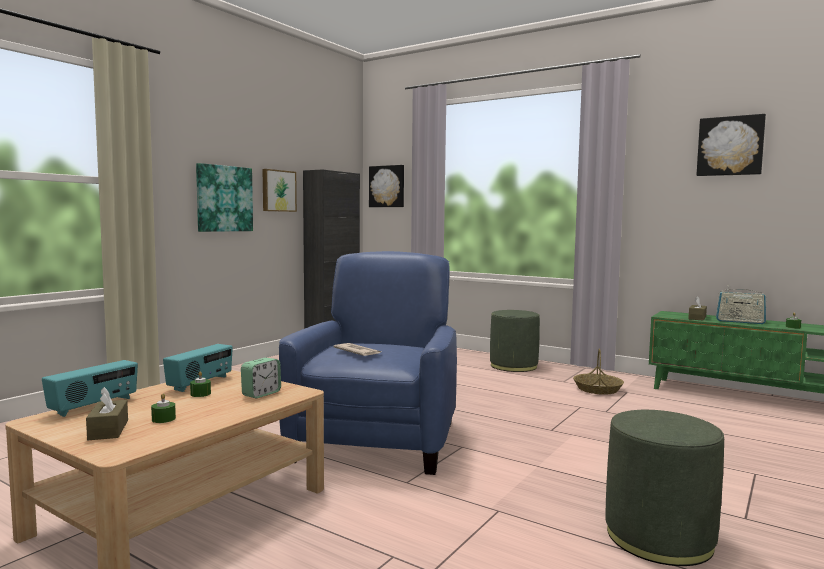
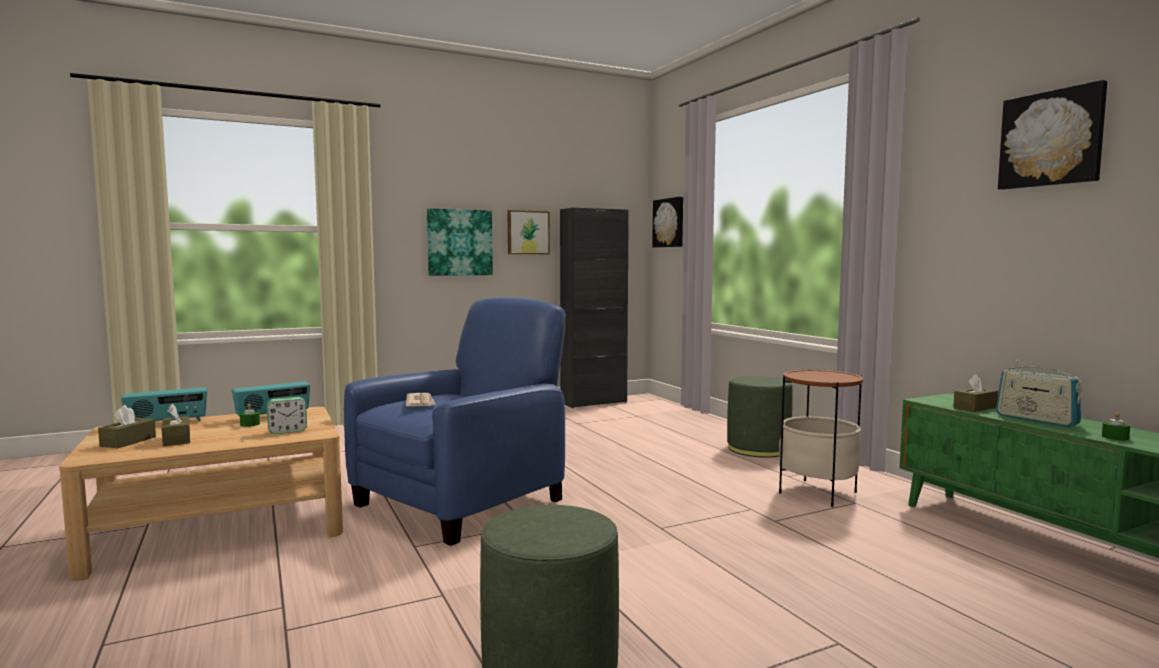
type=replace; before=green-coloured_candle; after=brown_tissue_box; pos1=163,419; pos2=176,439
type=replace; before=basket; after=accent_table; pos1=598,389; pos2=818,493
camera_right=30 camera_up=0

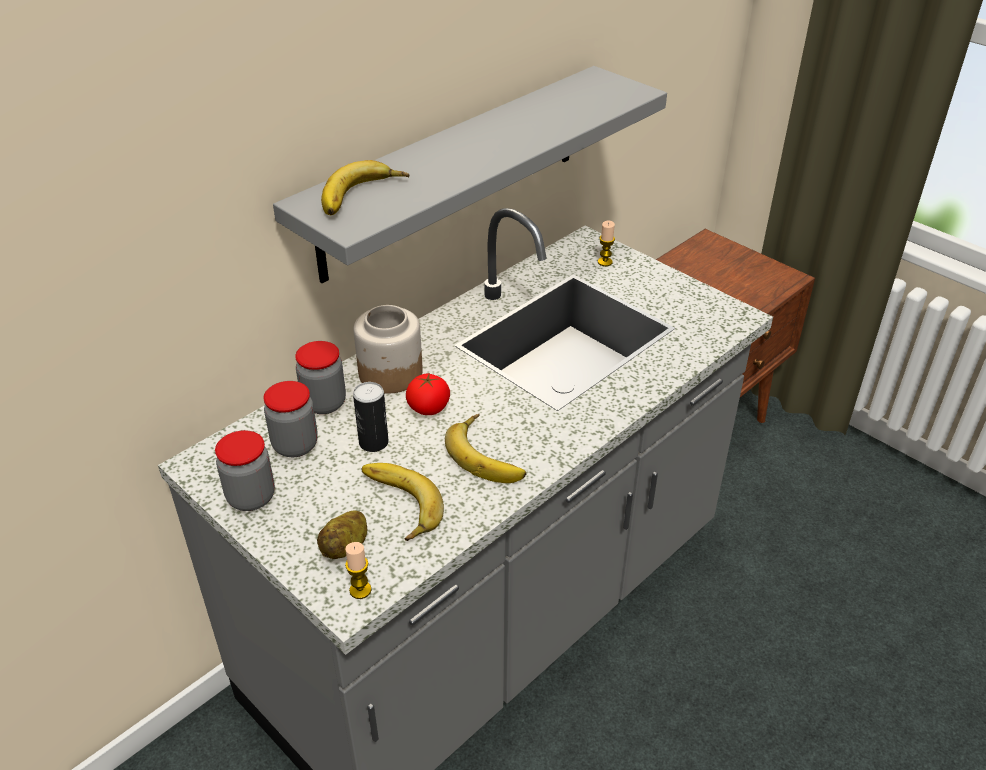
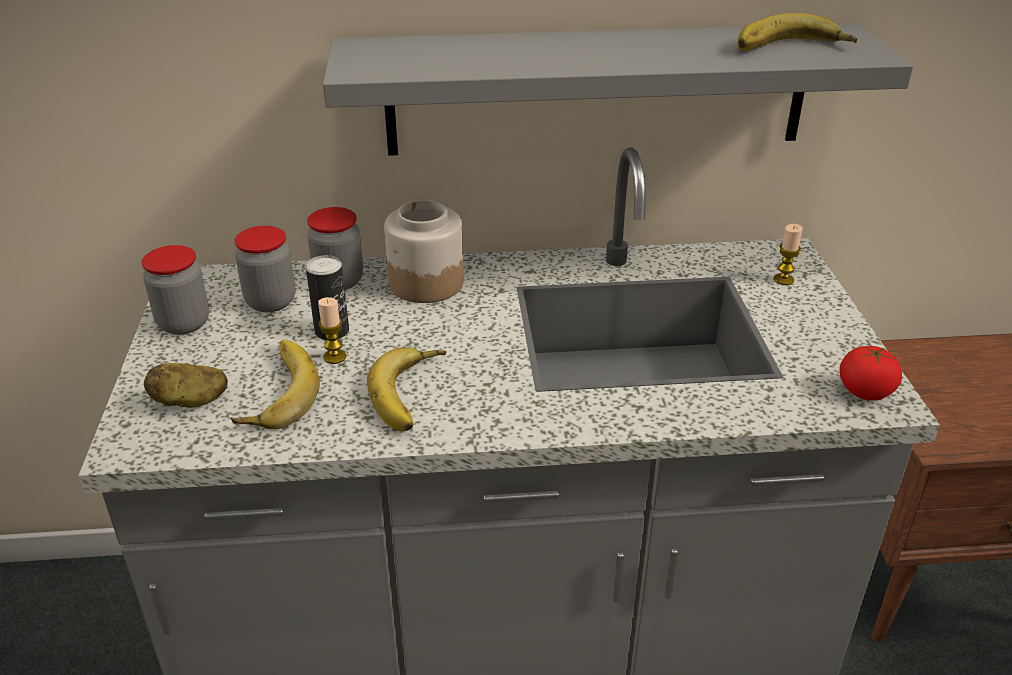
type=move; before=candle; pos1=360,590; pos2=334,357
type=move; before=banana; pos1=363,197; pos2=792,48
type=move; before=whole_tomato; pos1=428,408; pos2=864,391
camera_right=40 camera_up=-5

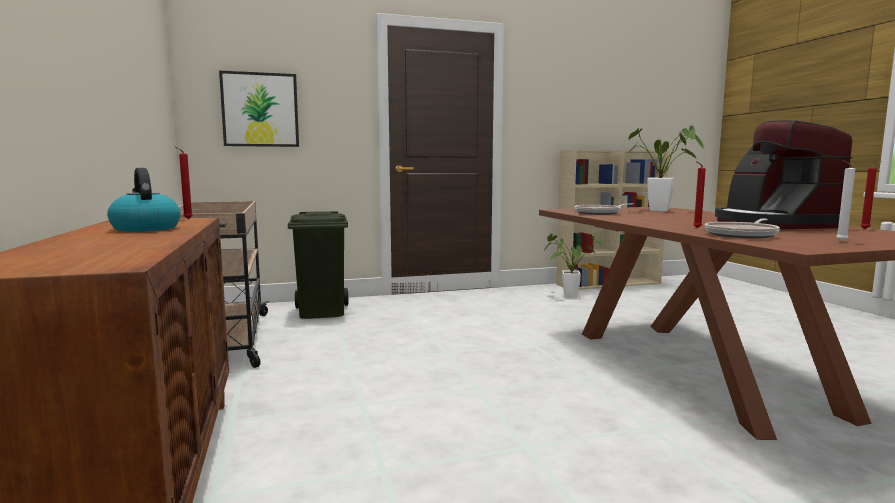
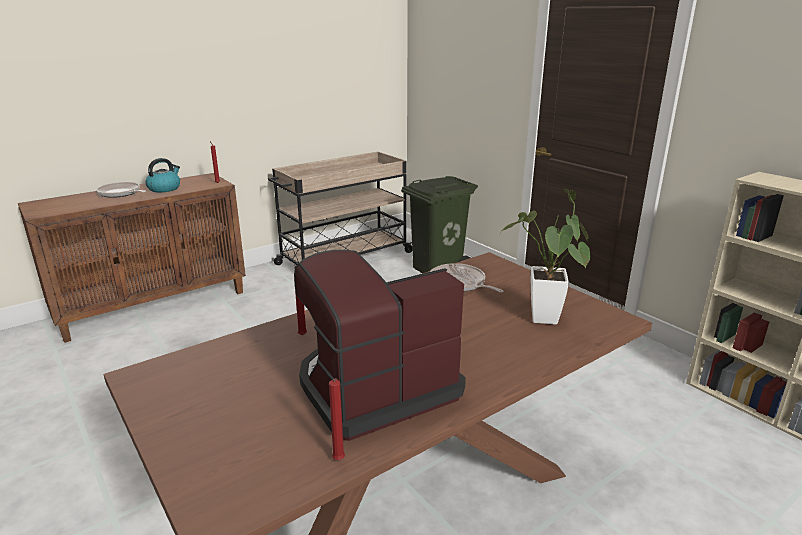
type=move; before=frying_pan; pos1=742,235; pos2=121,193
type=delete; before=wall_picture; pos1=260,110
type=delete; before=plant_in_a_pot; pos1=566,295
type=delete; before=white-coloured_candle; pos1=839,241
camera_right=70 camera_up=15

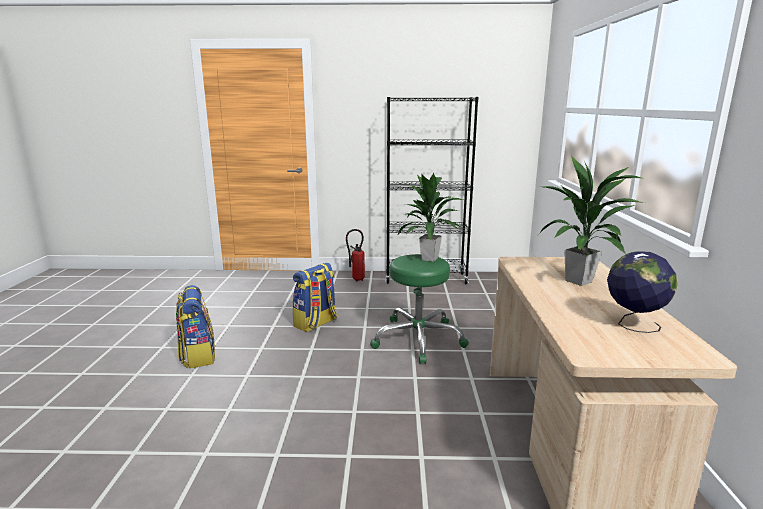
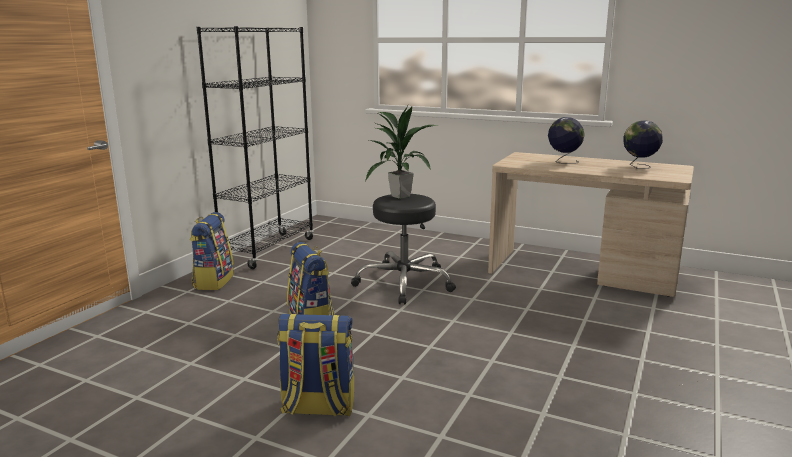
type=replace; before=fire_extinguisher; after=backpack; pos1=356,279; pos2=213,281
type=recolor; before=green-coloured_sitting_stool; after=black_sitting_stool; pos1=418,339; pos2=405,283
type=replace; before=plant_in_a_pot; after=world_globe; pos1=579,282; pos2=563,162
camera_right=-65 camera_up=0

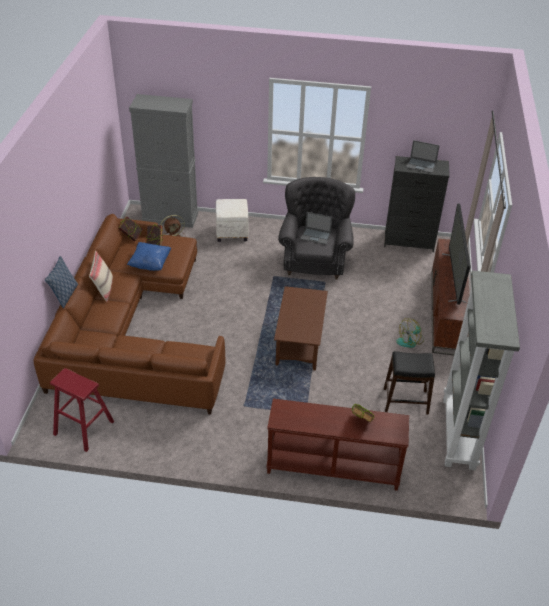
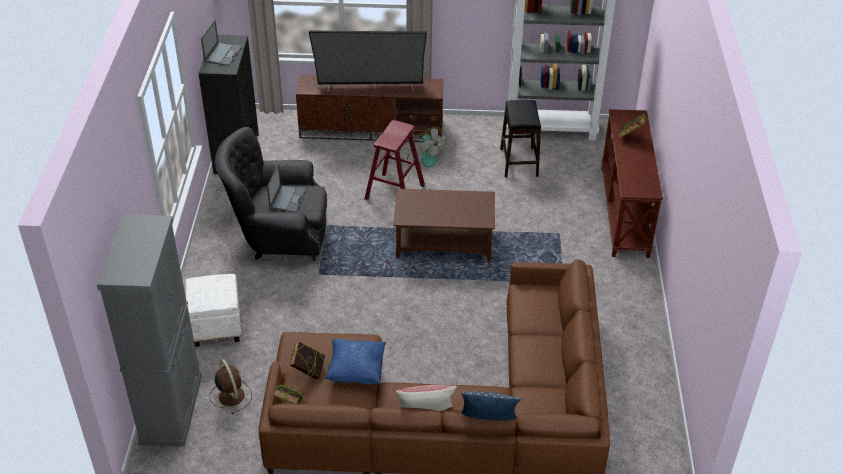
type=move; before=red_sitting_stool; pos1=84,428; pos2=394,192
camera_right=-95 camera_up=0

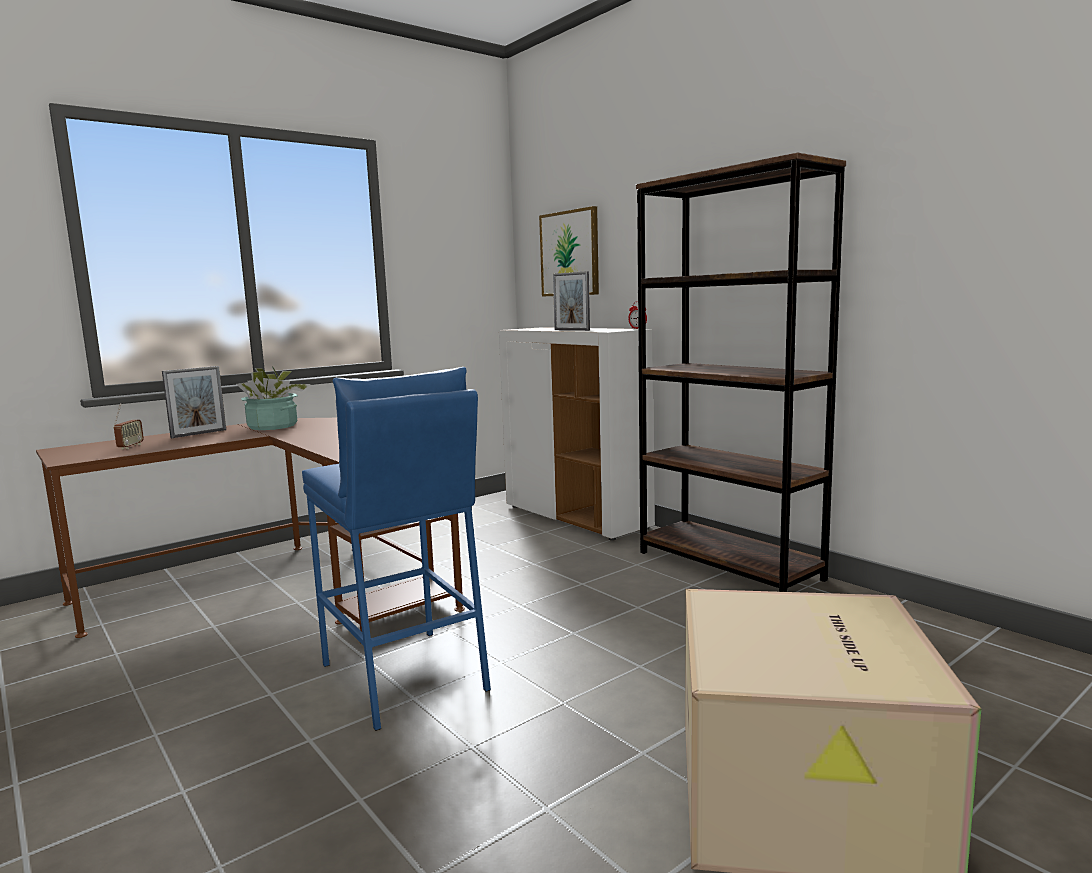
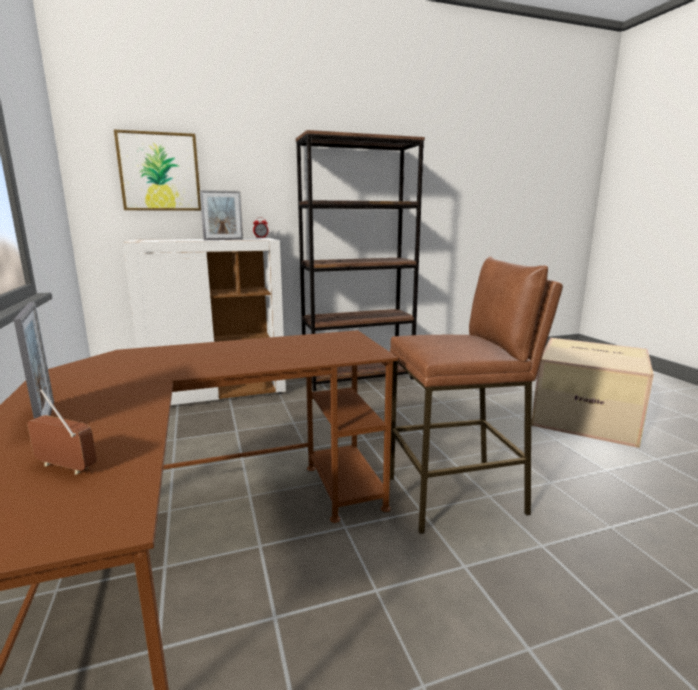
type=recolor; before=bluish_sitting_stool; after=brown_sitting_stool; pos1=404,677; pos2=456,496
type=delete; before=plant_in_a_pot; pos1=272,426
camera_right=-70 camera_up=5

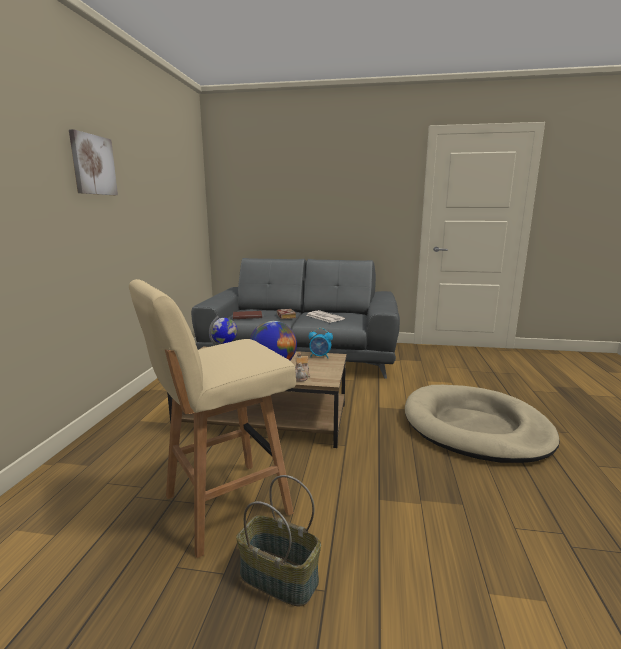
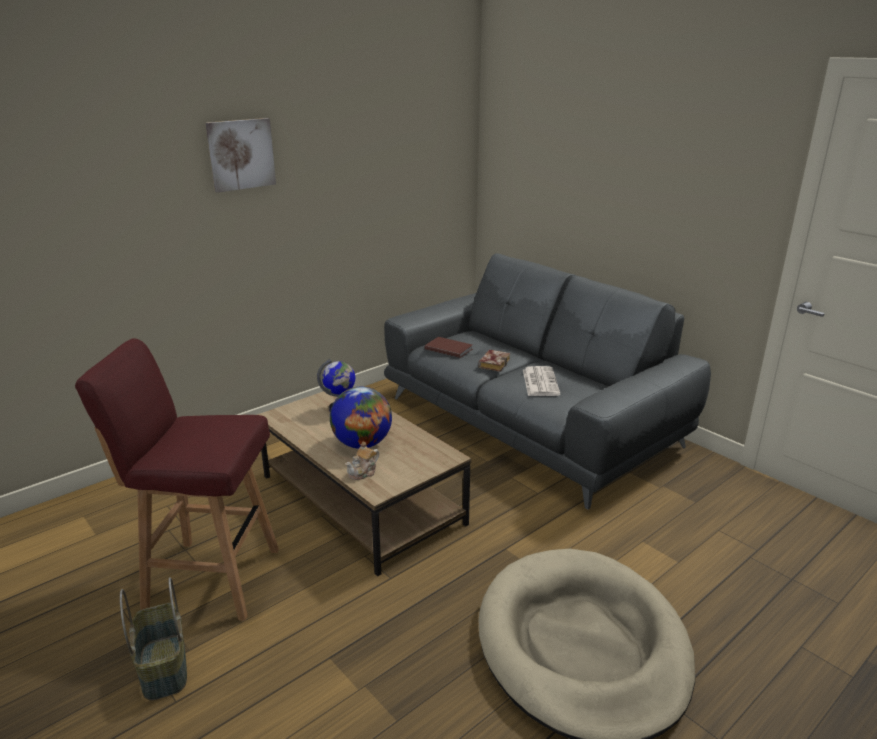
type=recolor; before=beige-coloured_sitting_stool; after=red_sitting_stool; pos1=224,505; pos2=209,578
type=delete; before=table_clock; pos1=320,356
camera_right=40 camera_up=10

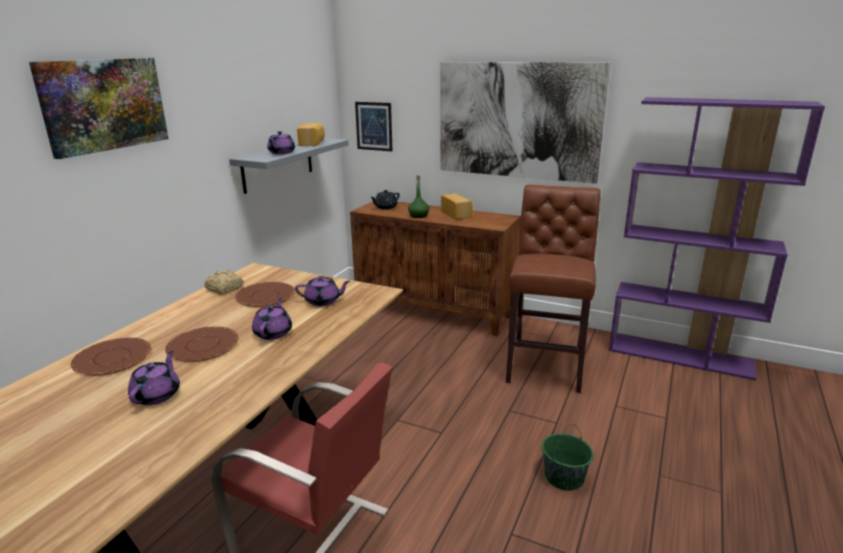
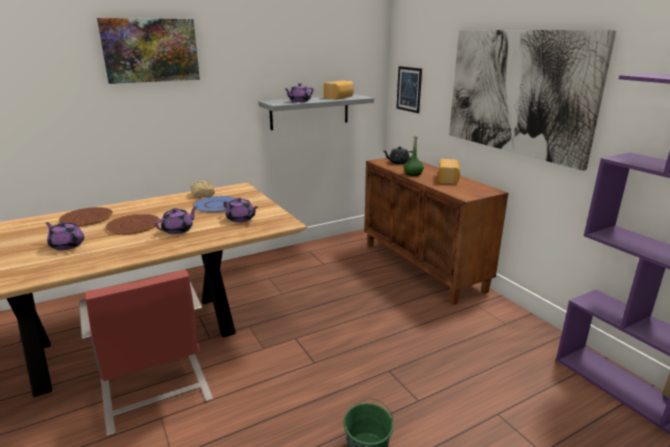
type=rotate; before=purple-coloured_teapot; pos1=157,395; pos2=67,245; turn=-105
type=recolor; before=brown_flat_dish; after=bluish_flat_dish; pos1=265,295; pos2=216,205
type=delete; before=brown_sitting_stool; pos1=546,364
camera_right=35 camera_up=0

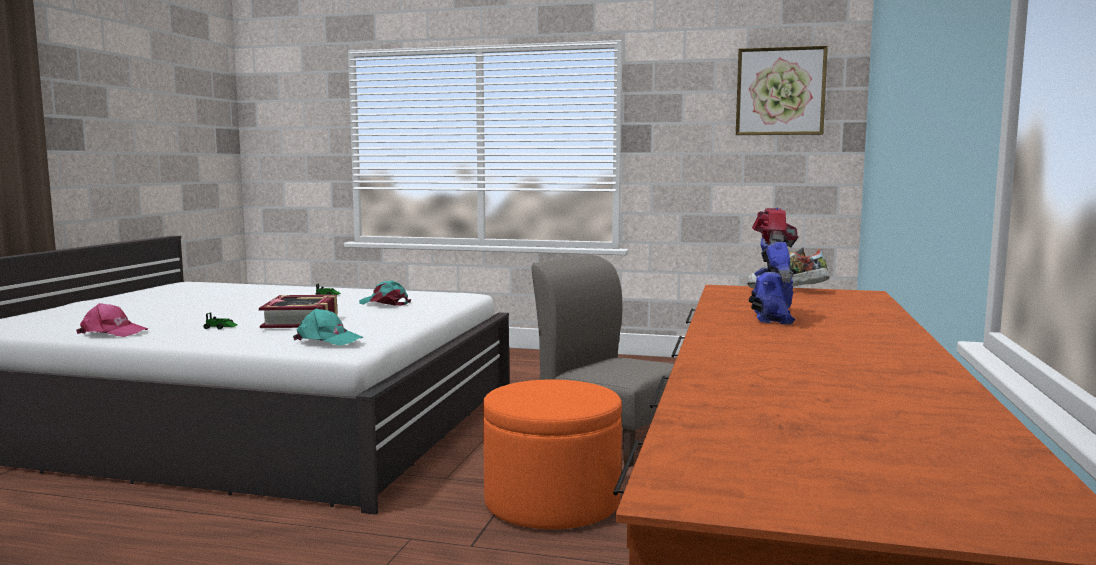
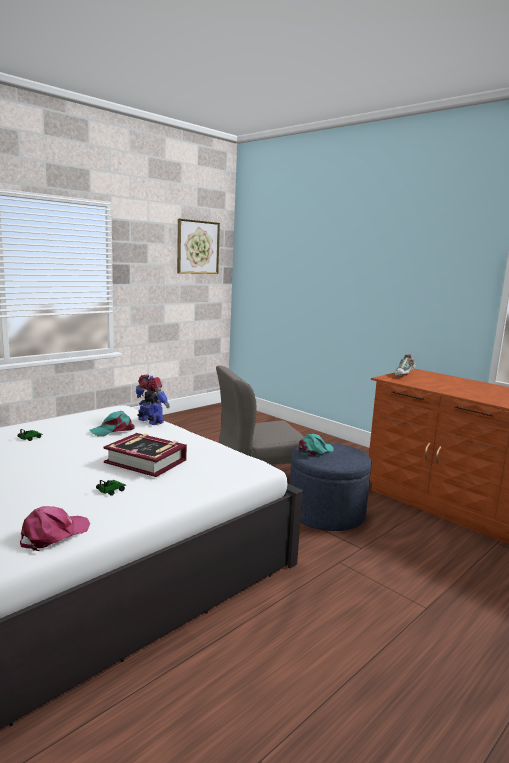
type=move; before=model_robot; pos1=771,318; pos2=150,421
type=recolor; before=orange_ottoman; after=bluish_ottoman; pos1=552,503; pos2=326,514
type=move; before=blue-green_baseball_cap; pos1=327,340; pos2=315,451
camera_right=-60 camera_up=5

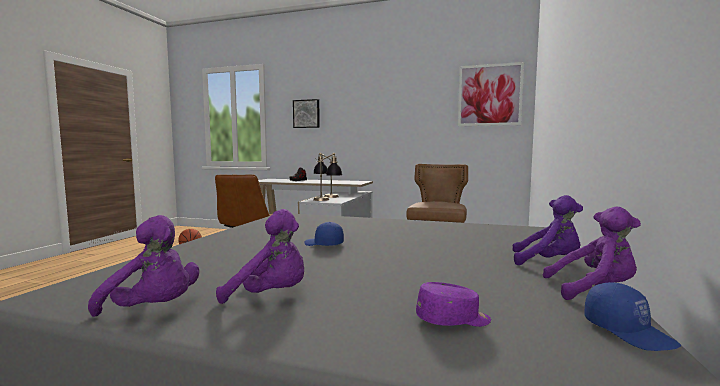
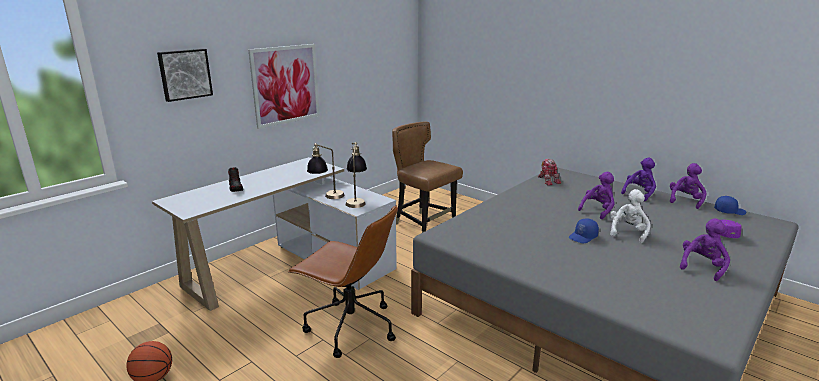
type=move; before=wall_picture; pos1=489,95; pos2=286,85
type=insert; after=model_robot; pos2=548,180
type=move; before=purple-coloured_plush_toy; pos1=154,310; pos2=598,210
type=insert; after=white-coloured_plush_toy; pos2=627,232
camera_right=-65 camera_up=15

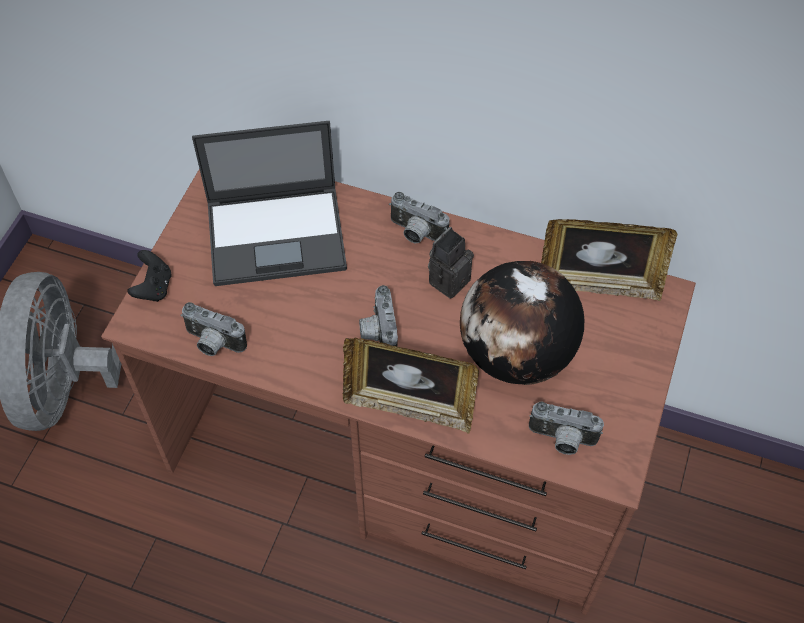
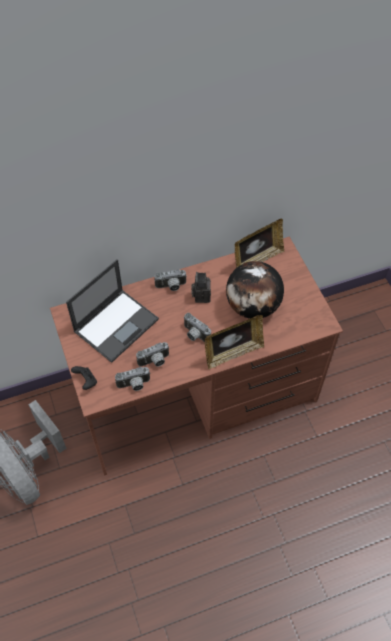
type=move; before=still_camera; pos1=561,440; pos2=154,361
camera_right=-40 camera_up=0

